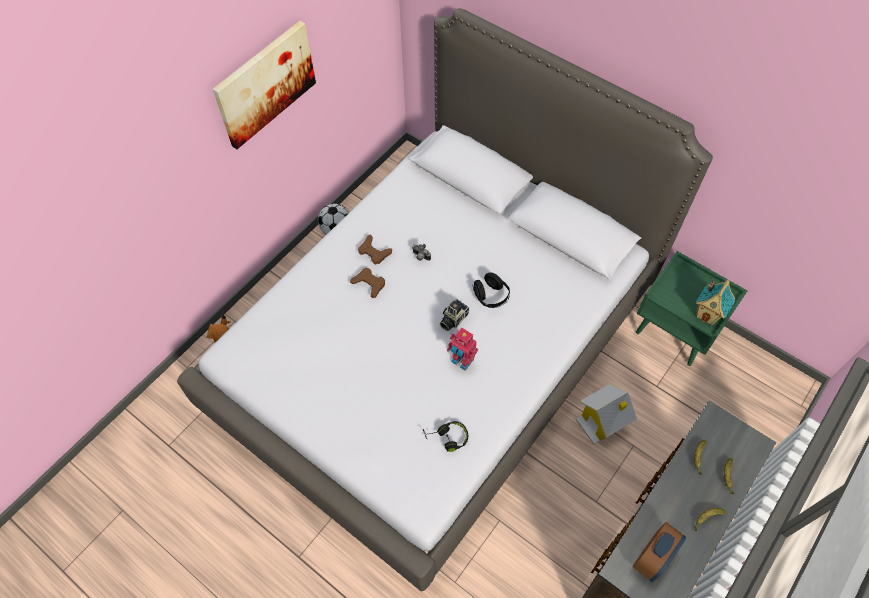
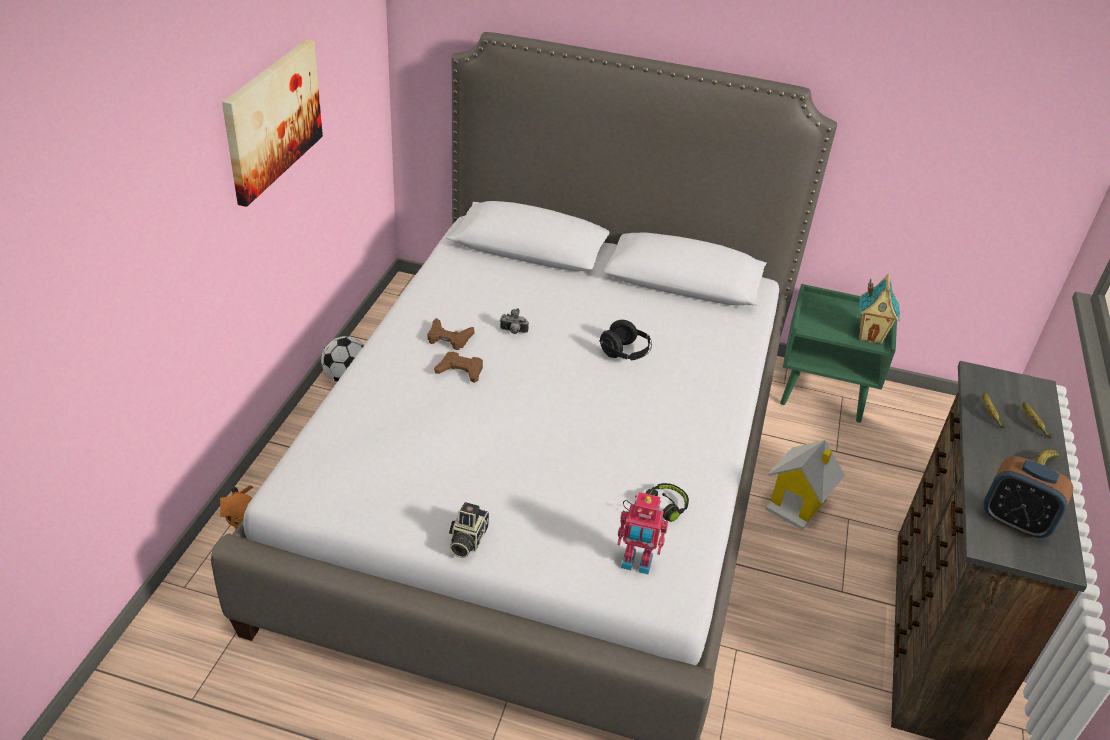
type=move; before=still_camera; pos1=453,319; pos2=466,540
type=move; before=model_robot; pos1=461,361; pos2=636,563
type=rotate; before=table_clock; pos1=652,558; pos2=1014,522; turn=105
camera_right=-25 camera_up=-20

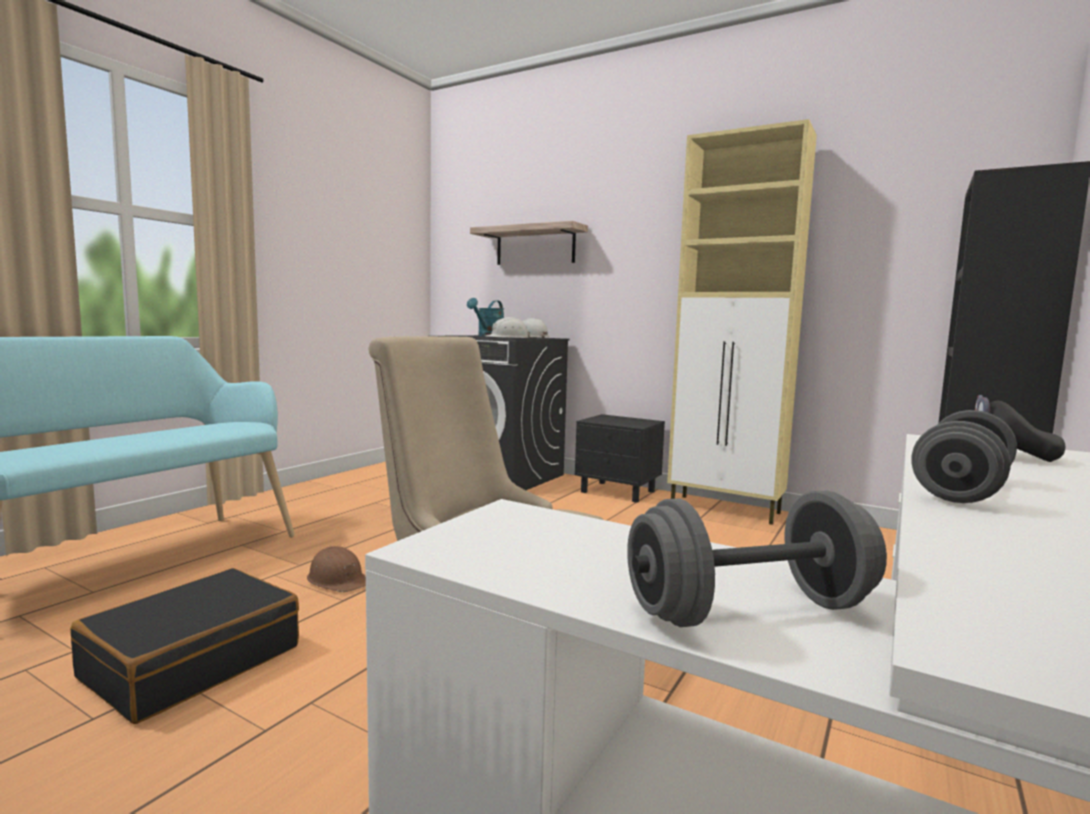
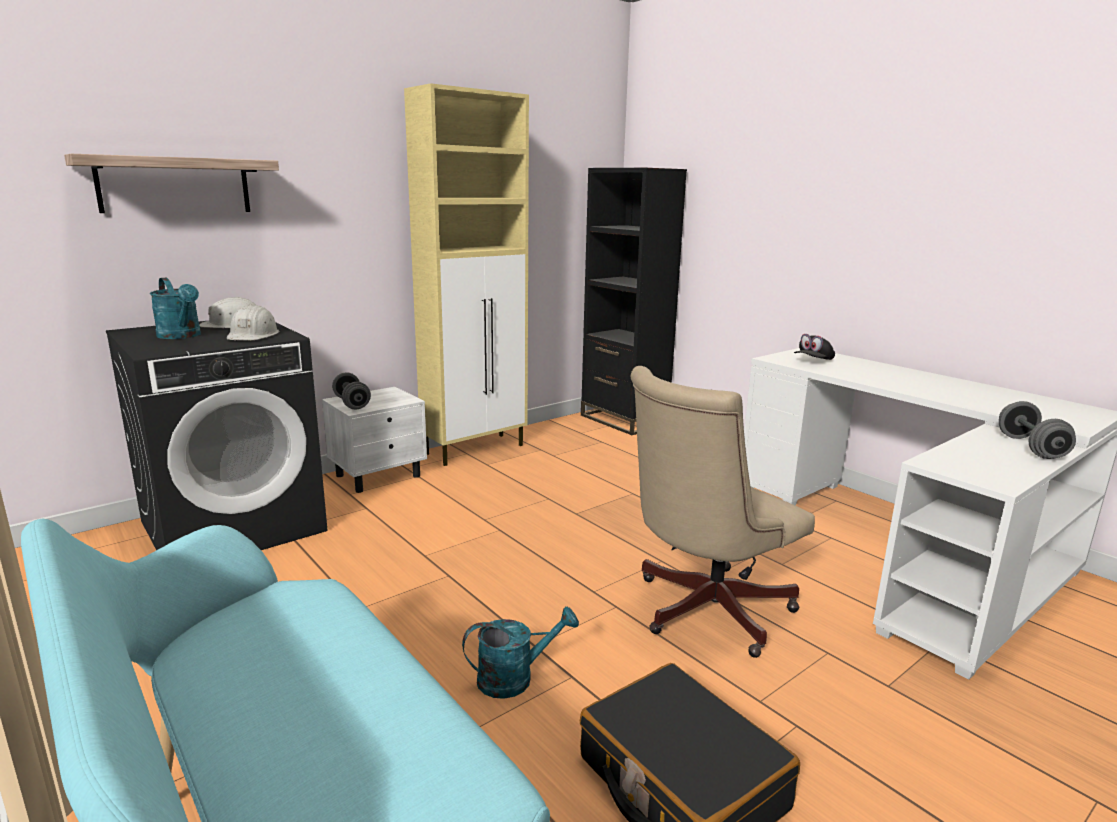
type=recolor; before=black_nightstand; after=white-coloured_nightstand; pos1=618,492; pos2=379,475
type=move; before=gray_dumbbell; pos1=961,490; pos2=352,403
type=replace; before=brown_hard_hat; after=blue-green_sprinkling_can; pos1=338,579; pos2=515,678
camera_right=-70 camera_up=10

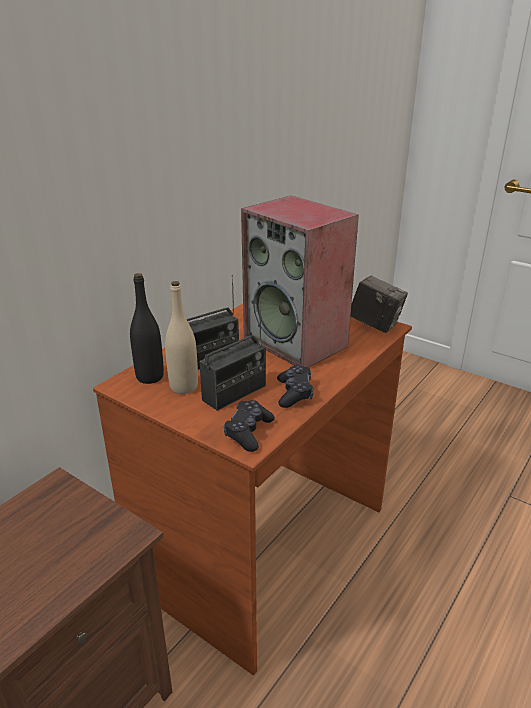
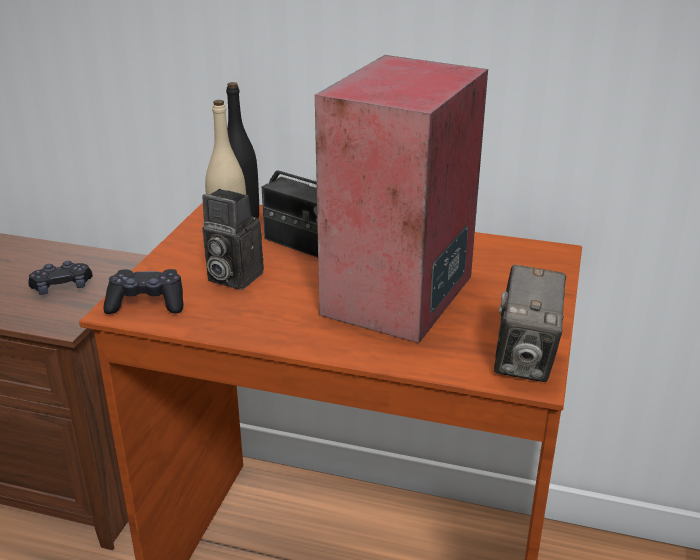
type=move; before=black_joypad; pos1=294,393; pos2=62,287
type=replace; before=radio_set; after=still_camera; pos1=234,393; pos2=231,277
camera_right=70 camera_up=0

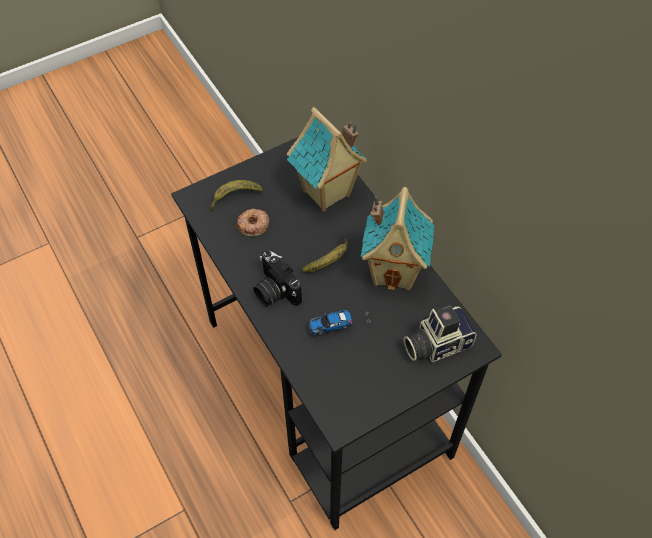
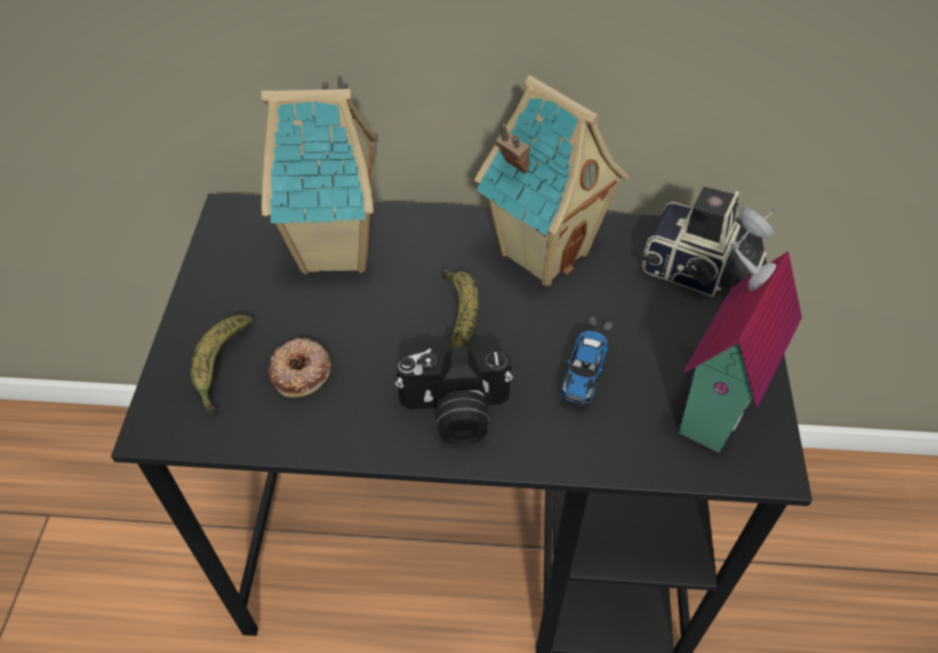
type=rotate; before=still_camera; pos1=436,343; pos2=697,274; turn=-75
type=insert; after=toy_house; pos2=711,403
camera_right=-55 camera_up=-5

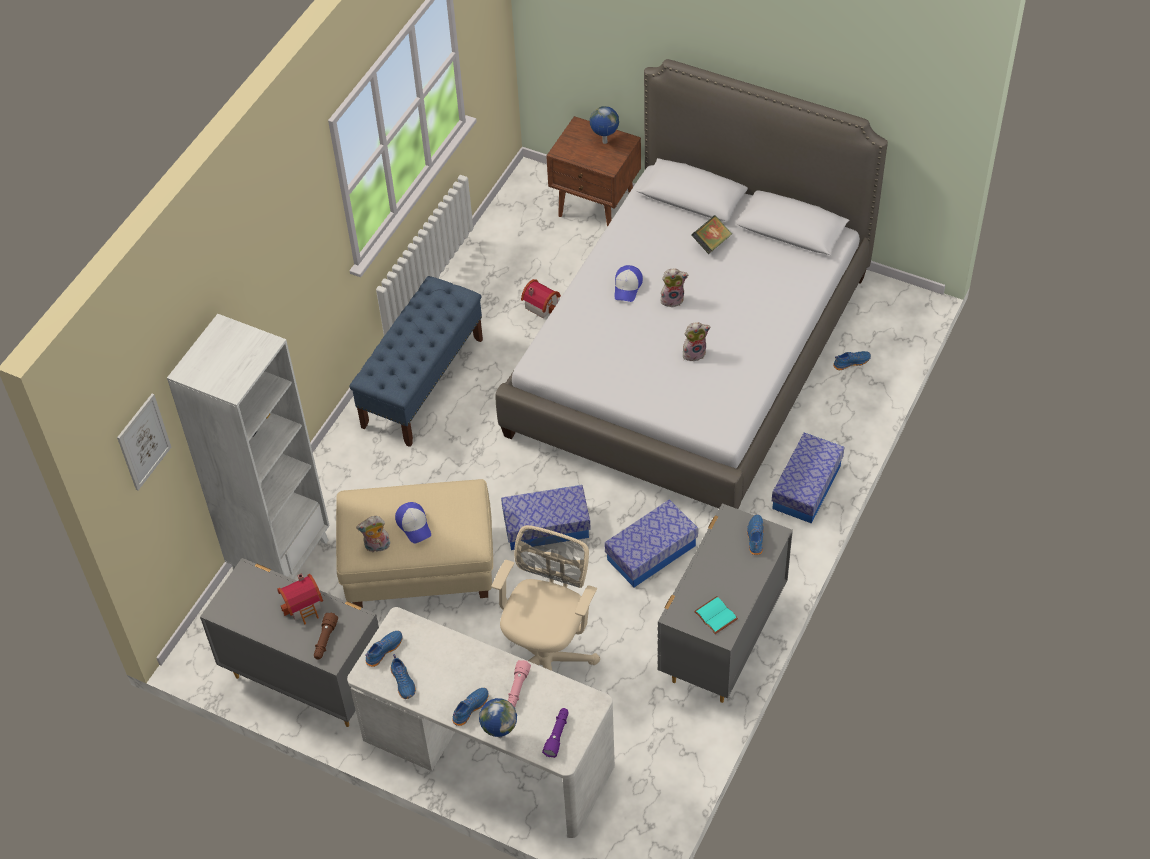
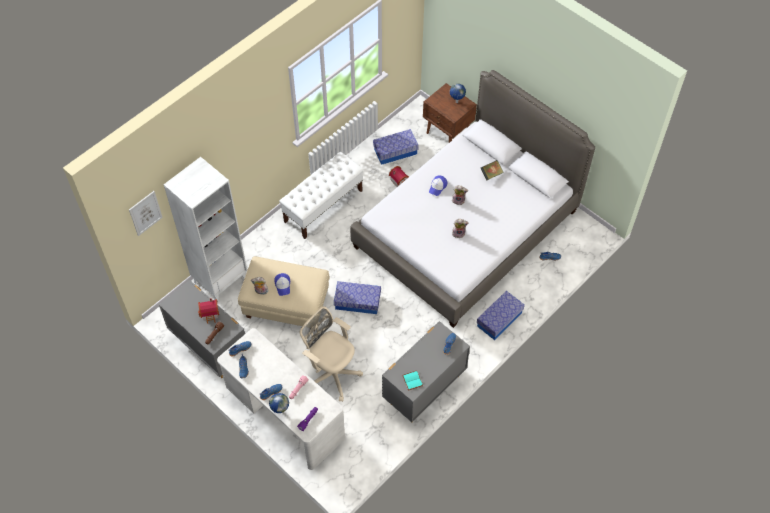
type=recolor; before=bluish_indoor_bench; after=white-coloured_indoor_bench; pos1=423,382; pos2=323,206
type=rotate; before=beige-coloured_office_chair; pos1=547,659; pos2=332,372; turn=-90
type=move; before=storage_box; pos1=651,552; pos2=395,151
camera_right=15 camera_up=5

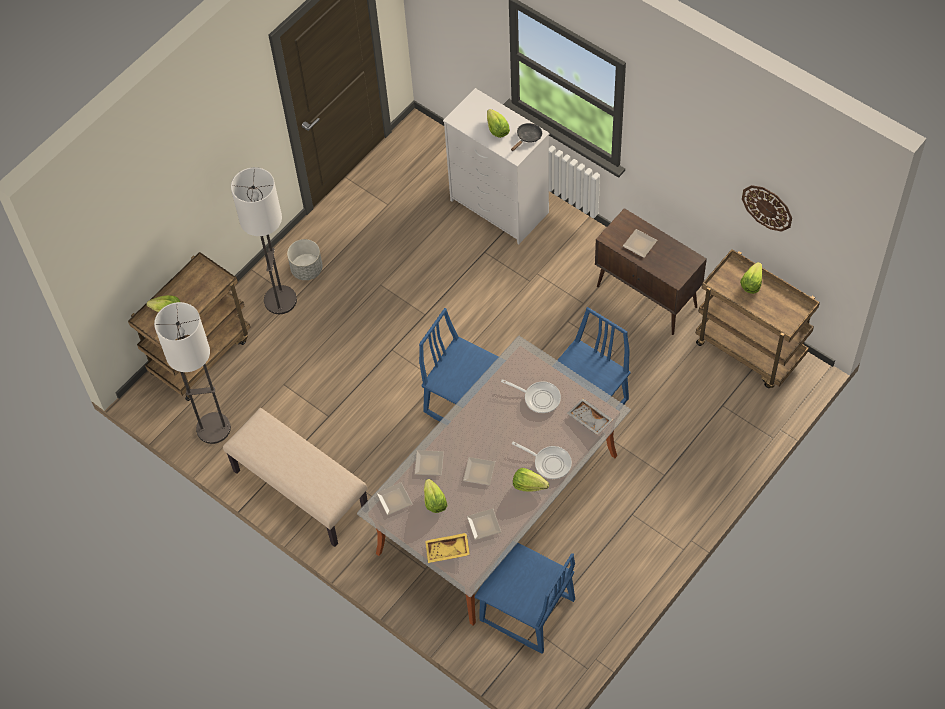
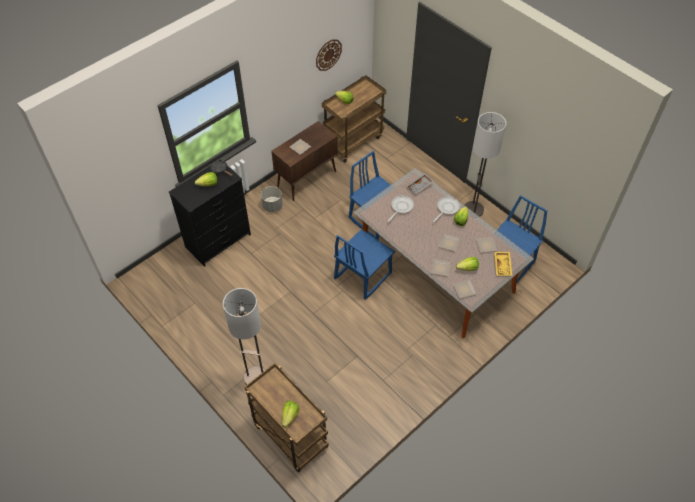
type=recolor; before=white-coloured_dresser; after=black_dresser; pos1=500,207; pos2=218,240
type=move; before=gray_plant_pot; pos1=307,269; pos2=272,206
type=move; before=floor_lamp; pos1=213,429; pos2=473,210
type=delete; before=beige-coloured_indoor_bench; pos1=299,491
camera_right=-85 camera_up=-5

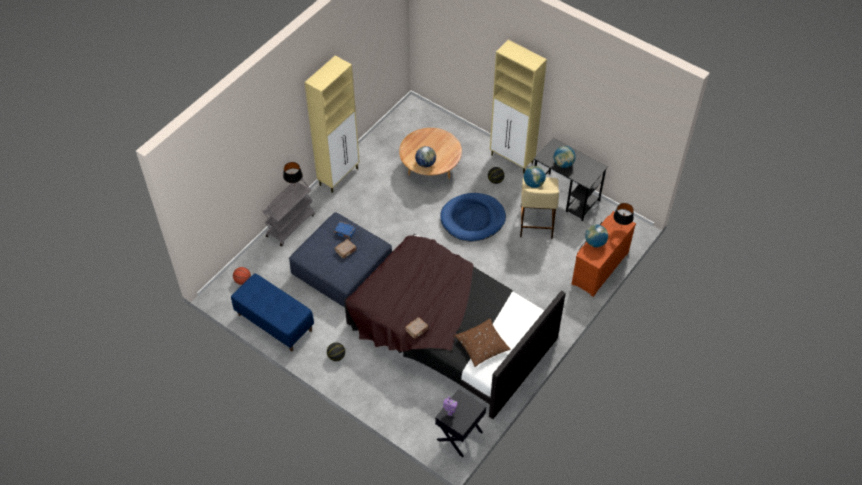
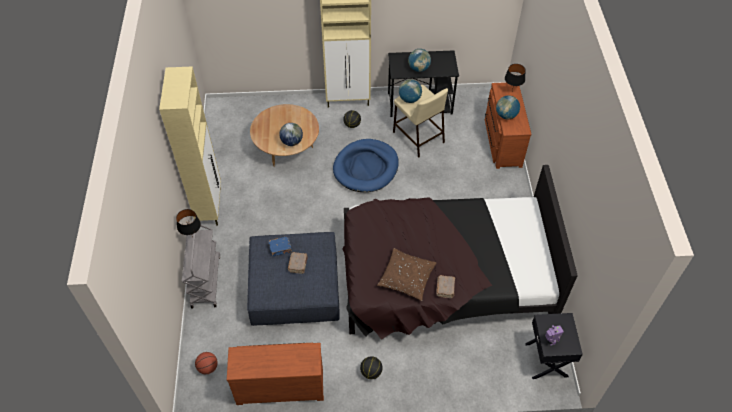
type=replace; before=bluish_indoor_bench; after=brown_dresser; pos1=274,322; pos2=280,385
type=move; before=brown_cushion; pos1=482,345; pos2=406,277
camera_right=-40 camera_up=0

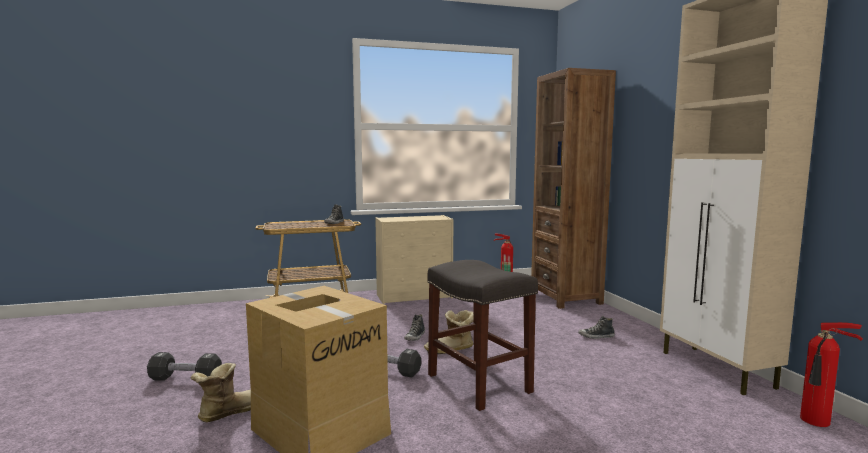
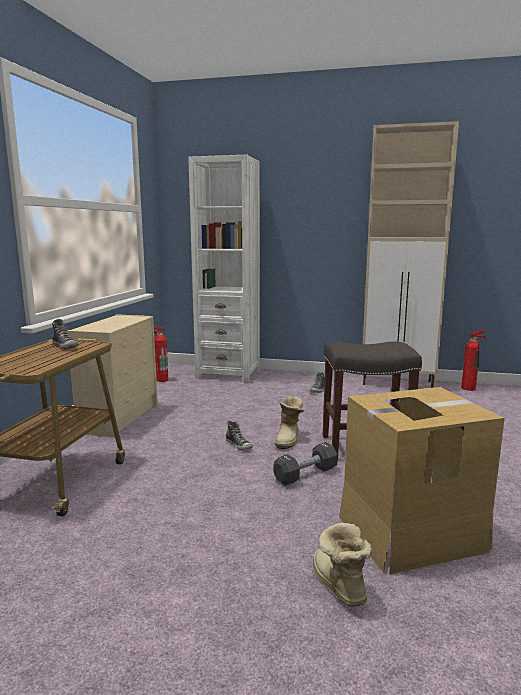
type=recolor; before=brown_bookshelf; after=white-coloured_bookshelf; pos1=566,298; pos2=228,374
type=delete; before=black_dumbbell; pos1=185,378
camera_right=-60 camera_up=5

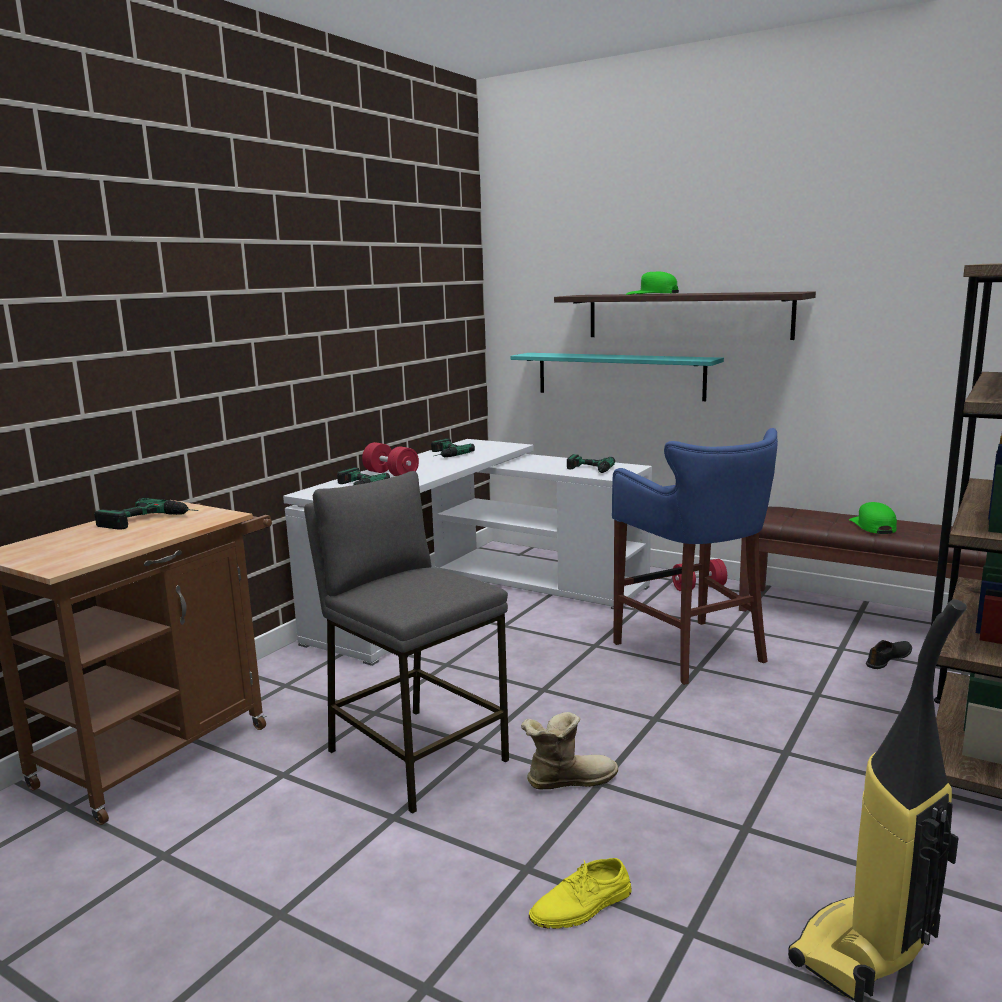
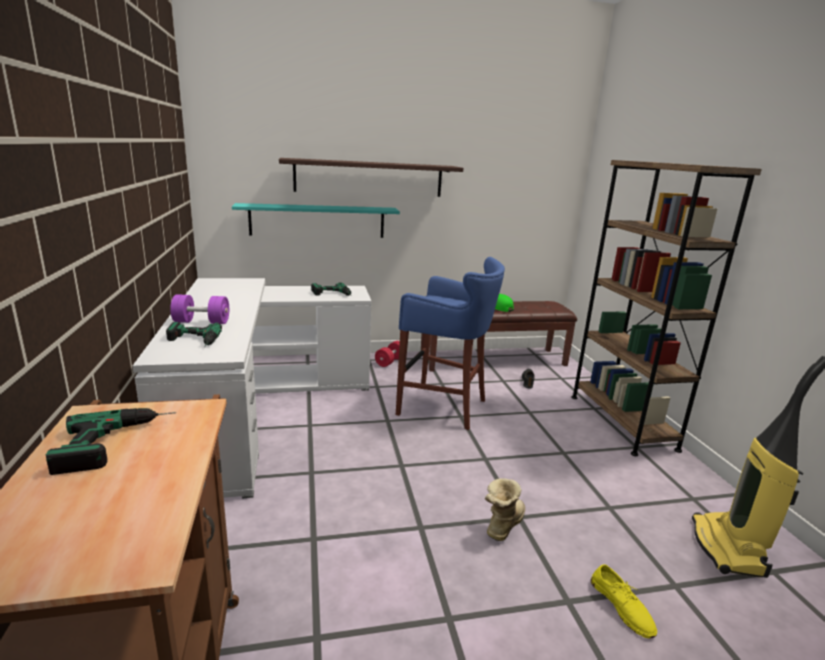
type=recolor; before=red_dumbbell; after=purple-coloured_dumbbell; pos1=391,474; pos2=202,322
type=rotate; before=yellow-coloured_item_of_footwear; pos1=582,906; pos2=622,606; turn=-45
type=delete; before=gray_sitting_stool; pos1=416,755
type=delete; before=drill; pos1=443,454
type=delete; before=green-coloured_baseball_cap; pos1=652,294
camera_right=-45 camera_up=5

